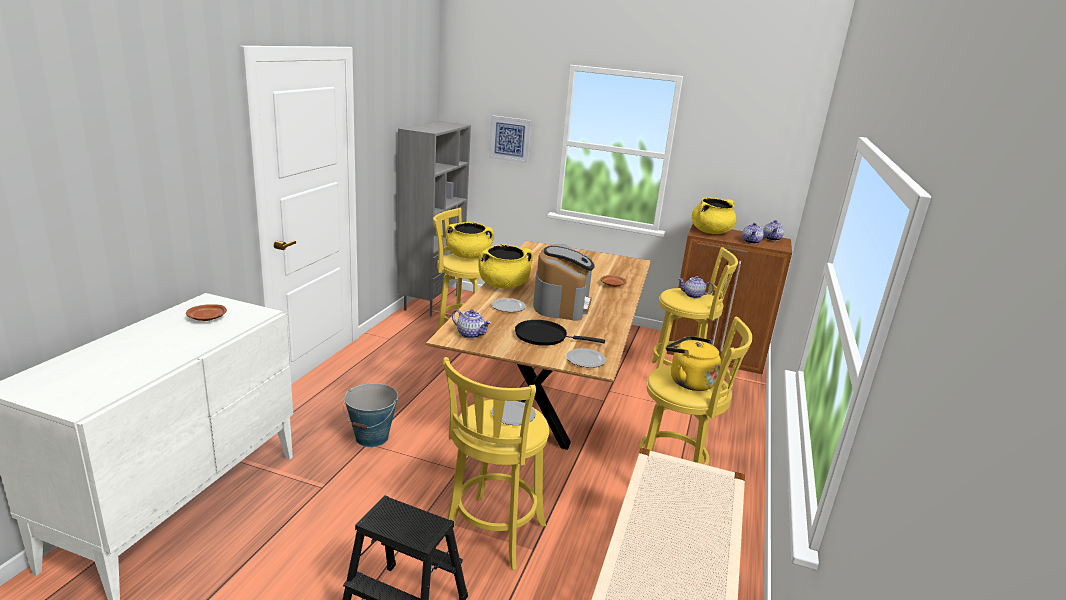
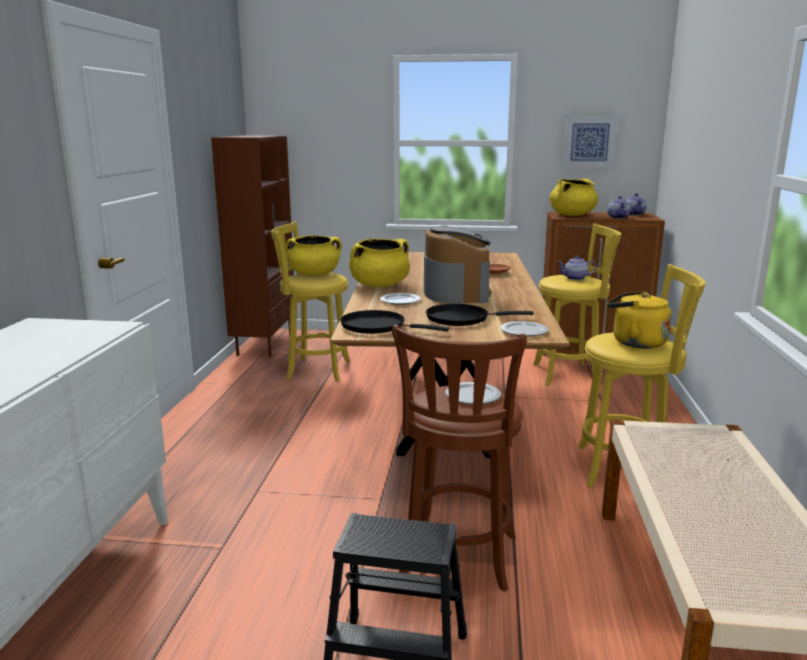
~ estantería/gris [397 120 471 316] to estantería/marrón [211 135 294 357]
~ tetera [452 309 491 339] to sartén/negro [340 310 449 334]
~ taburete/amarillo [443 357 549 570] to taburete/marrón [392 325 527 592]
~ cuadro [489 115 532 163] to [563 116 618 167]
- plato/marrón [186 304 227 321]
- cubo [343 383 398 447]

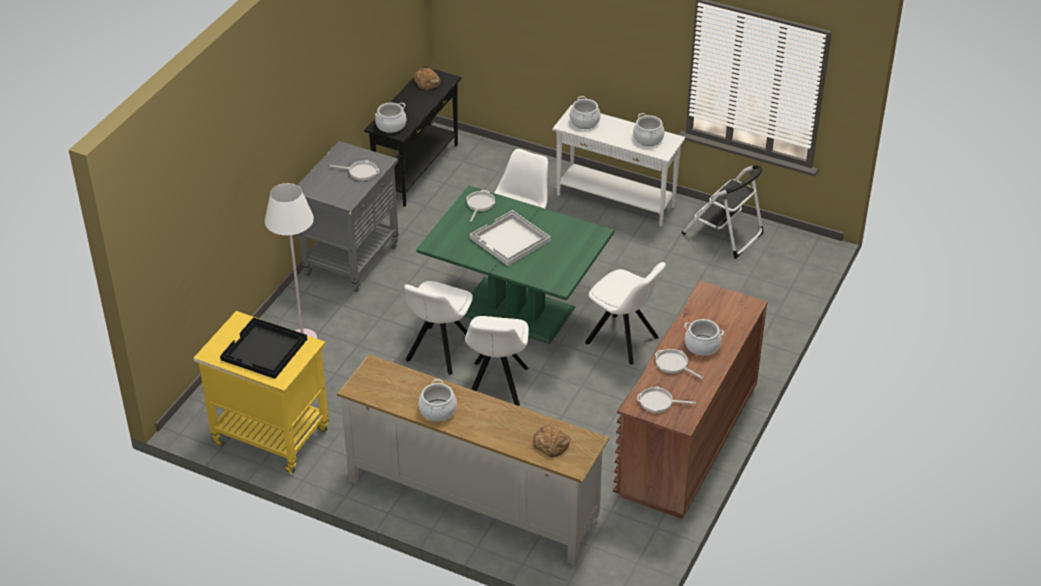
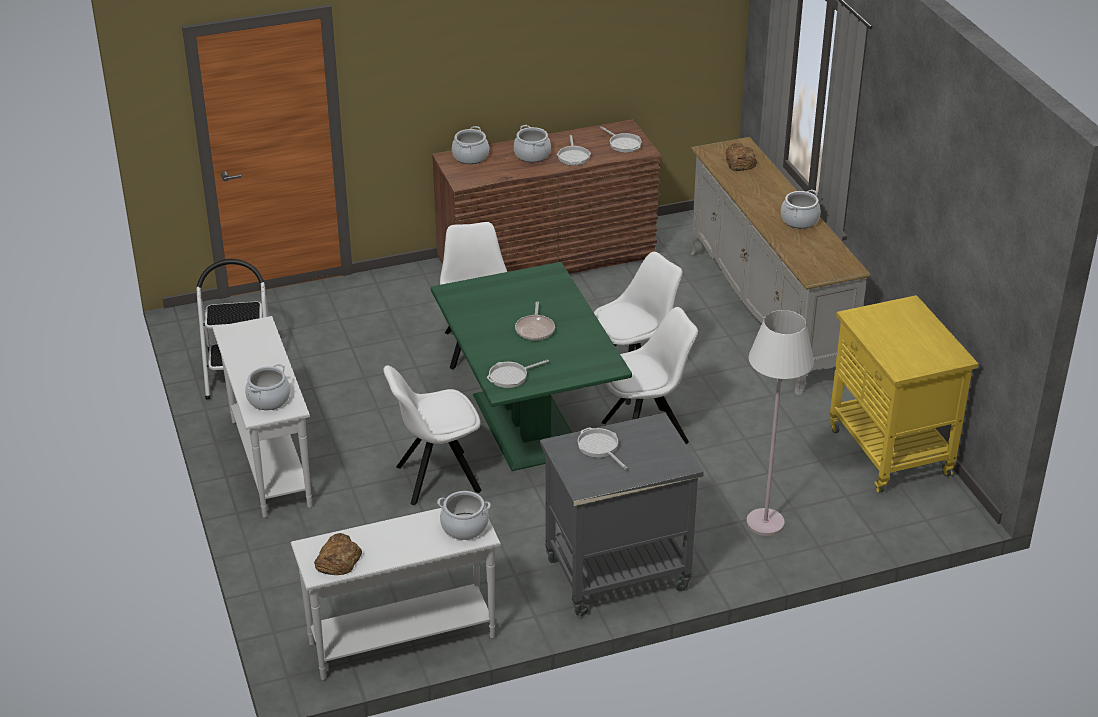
~ mesa consola/negro [364 66 462 207] to mesa consola/blanco [291 508 501 680]
~ olla [633 113 665 146] to [452 126 489 164]
~ bandeja/blanco [470 210 551 266] to sartén [515 302 555 340]
- bandeja/negro [220 317 307 379]

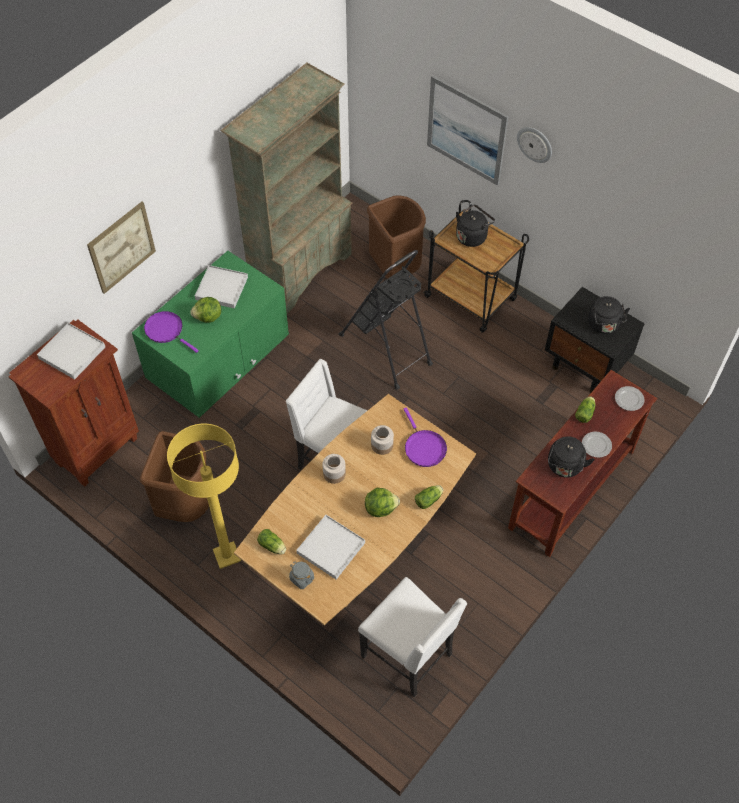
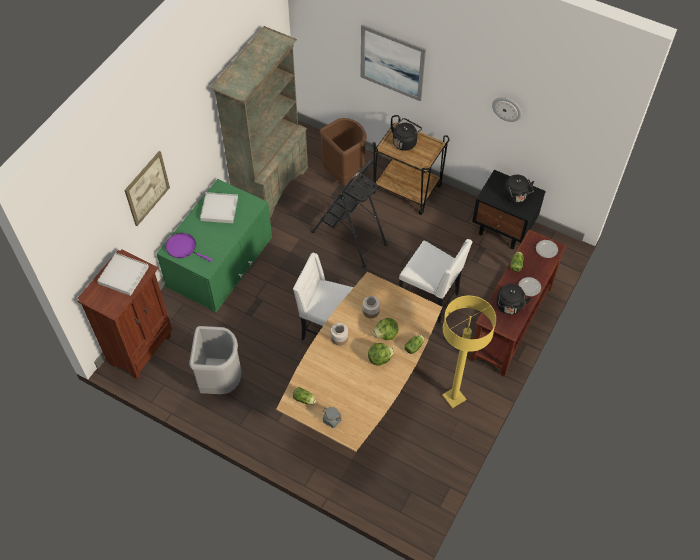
~ papelera/marrón [140 431 209 522] to papelera/gris [189 326 242 394]
~ lechuga [190 297 221 323] to [373 318 399 340]
~ silla/blanco [358 577 467 697] to [399 239 473 323]
~ lámpara de pie/amarillo [167 424 241 569] to [442 296 496 408]
~ reloj de pared [517 127 552 163] to [492 97 522 122]
- bandeja/blanco [296 515 365 580]
- sartén/morado [403 408 447 467]

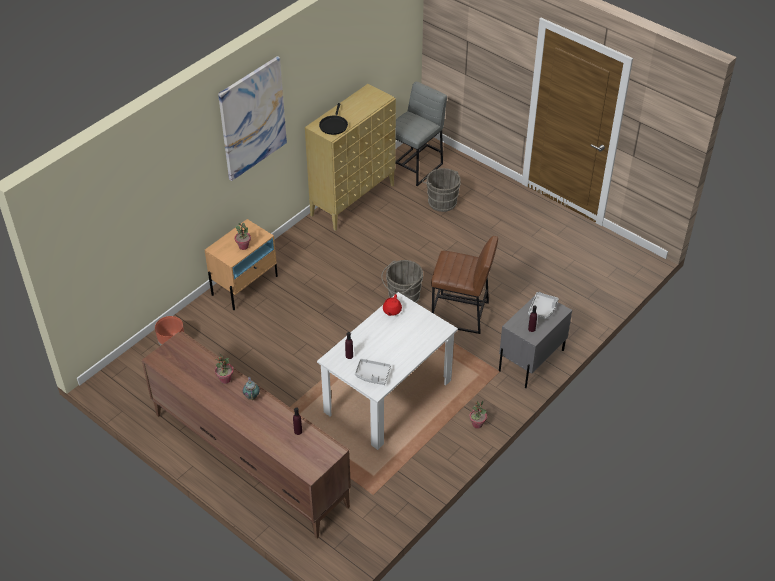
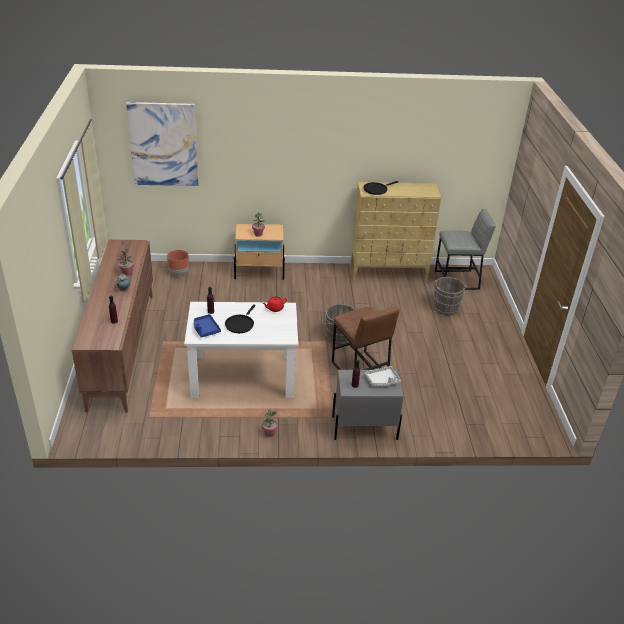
~ cuadro [218 56 287 181] to [126 102 198 186]
~ bandeja/gris [355 359 391 385] to bandeja/azul [194 314 221 338]
+ sartén/negro [225 304 256 333]

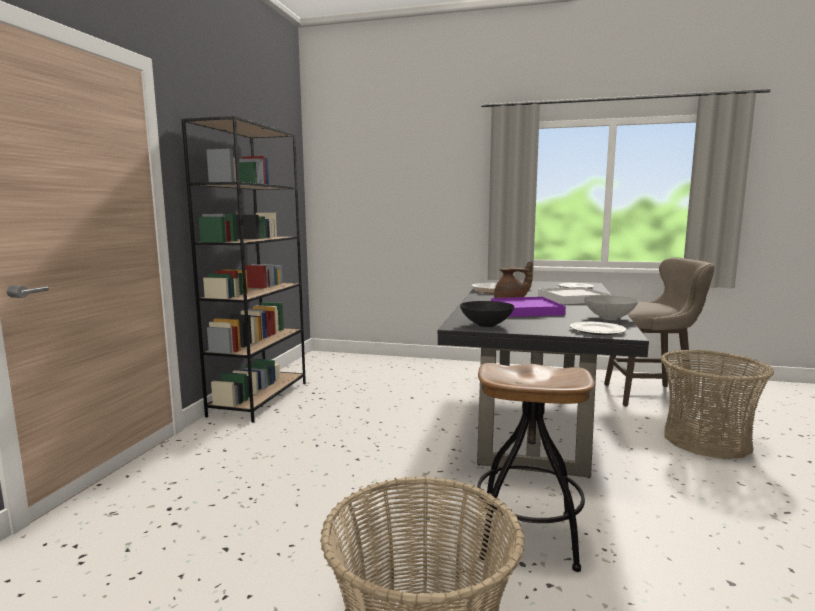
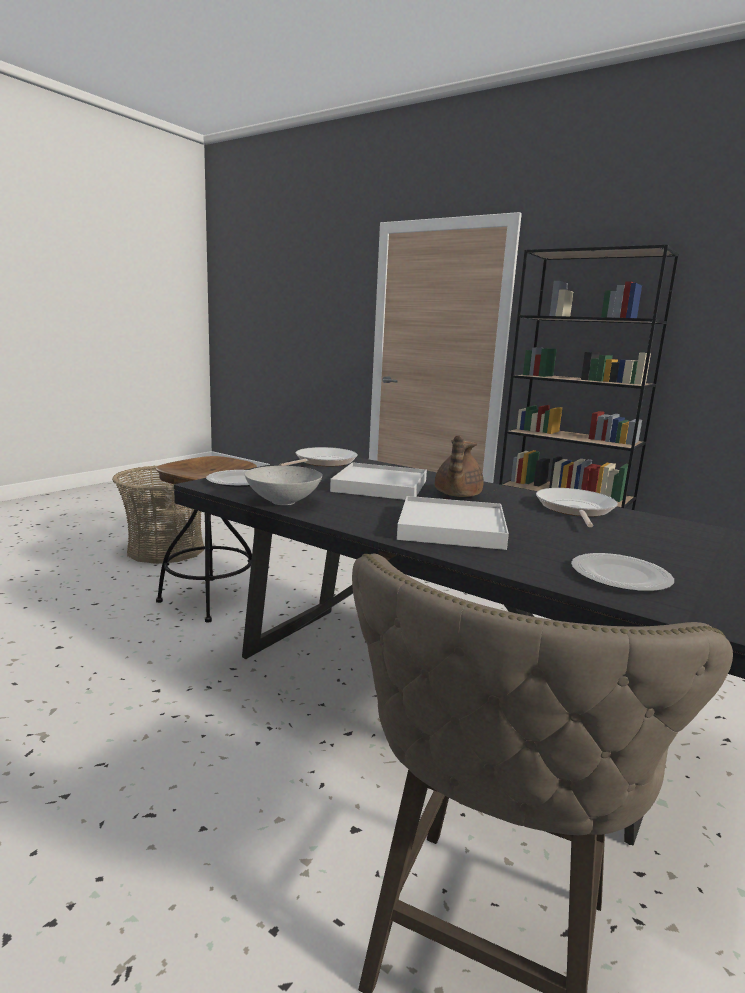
~ cuenco/negro [460 301 514 327] to sartén [279 447 357 466]
~ bandeja/morado [491 297 566 317] to bandeja/blanco [330 462 427 500]
- cesta [661 350 774 459]

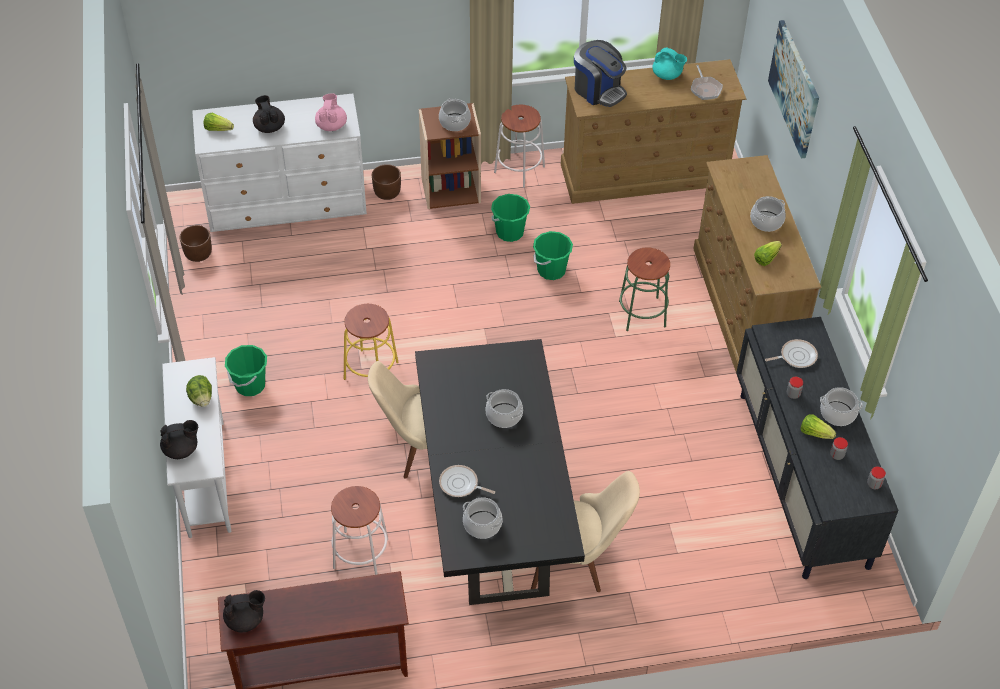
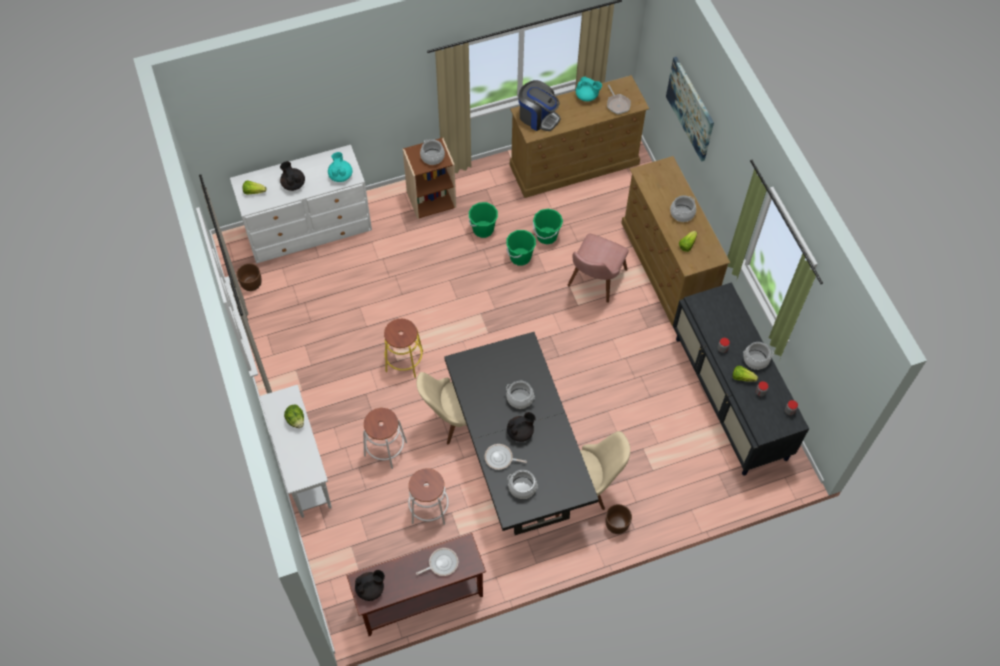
~ tetera/rosa [315 93 347 131] to tetera/turquesa [328 152 352 182]
~ taburete/blanco [494 105 545 188] to [363 408 407 469]
~ sartén [765 339 818 368] to [416 548 458 576]
~ tetera/negro [160 420 198 459] to [507 412 535 442]
~ cubo/verde [225 345 267 396] to [533 208 563 244]
~ taburete/verde [619 247 670 331] to silla/rosa [568 233 629 303]
~ maceta/marrón [372 164 401 200] to [605 504 632 534]

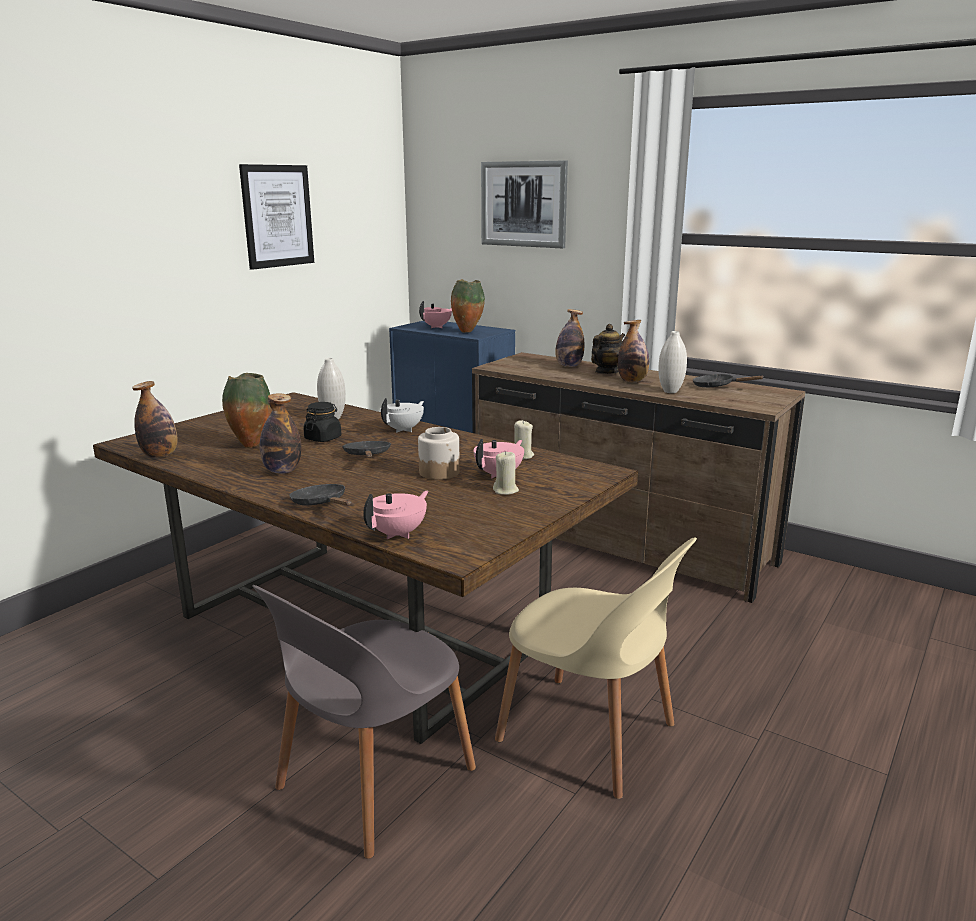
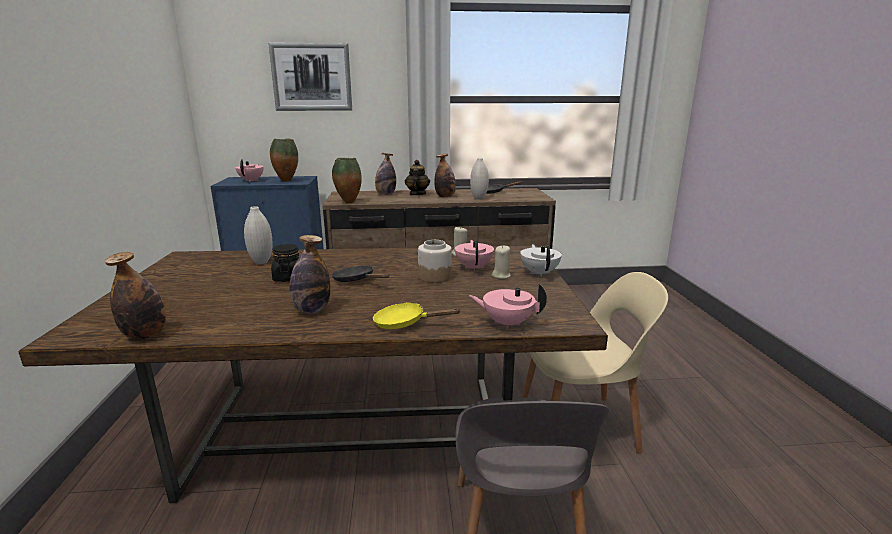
~ florero [222 373 271 448] to [332 158 362 204]
~ sartén/negro [289 484 351 506] to sartén/amarillo [373 303 461 329]
~ tetera/rosa [363 491 429 539] = [469 284 547 329] 75 degrees counterclockwise
~ tetera/blanco [381 398 424 433] to [520 244 562 277]
- cuadro [239 164 314 270]

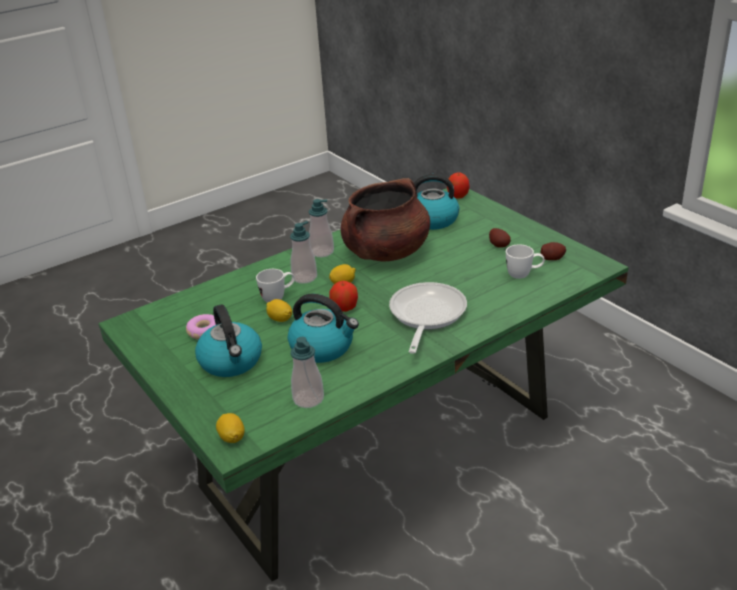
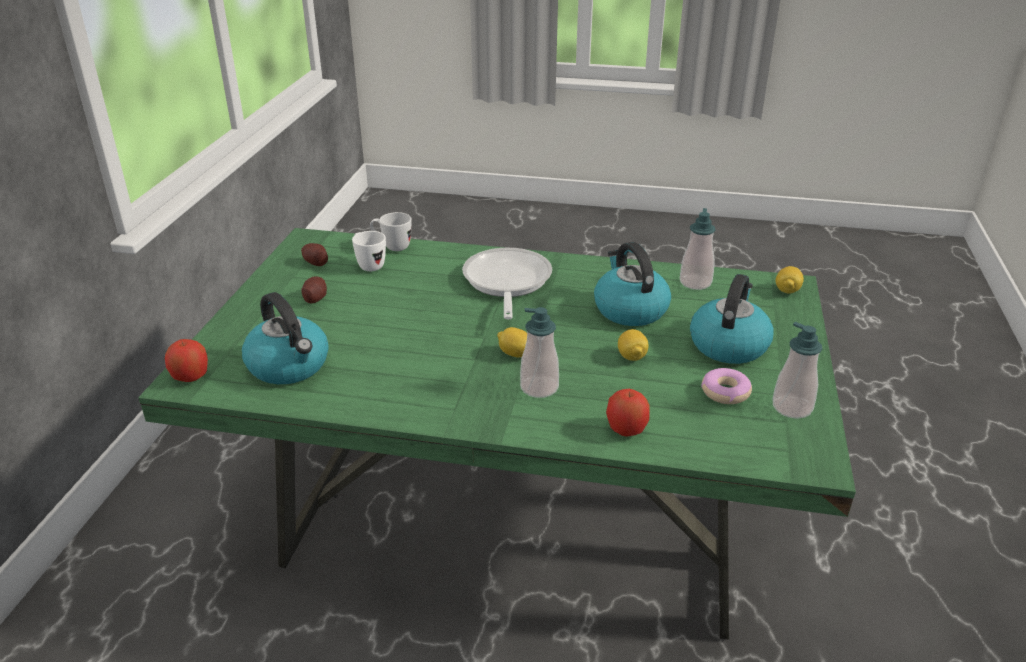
~ taza grande/blanco [256 269 295 303] to [370 212 412 251]
~ sartén [389 282 467 354] = [462 248 552 319] 120 degrees clockwise
~ manzana [330 281 358 312] to [606 389 650 437]
~ dispensador de jabón [309 199 334 257] to [772 322 822 419]
- olla/marrón [341 178 430 261]

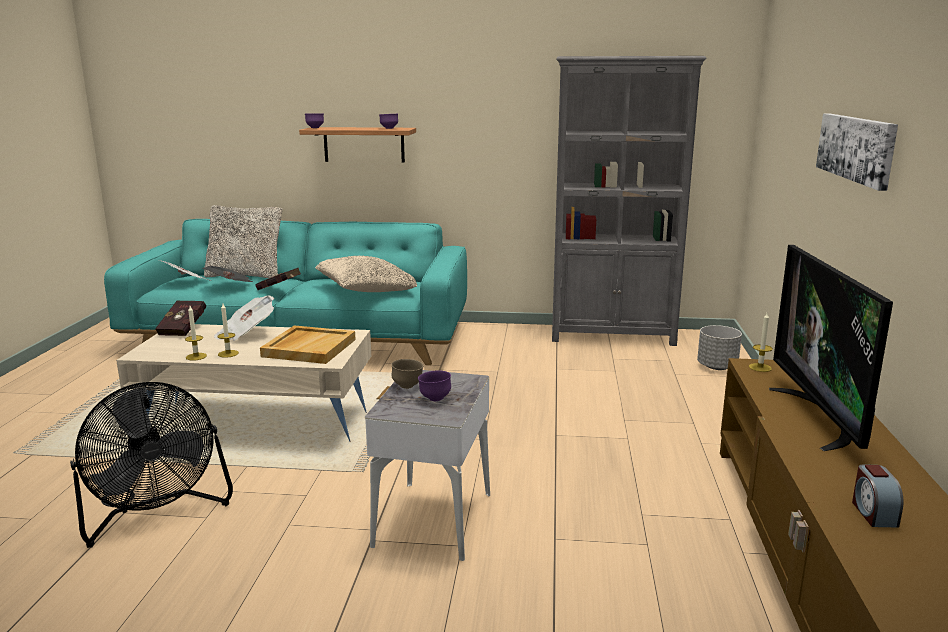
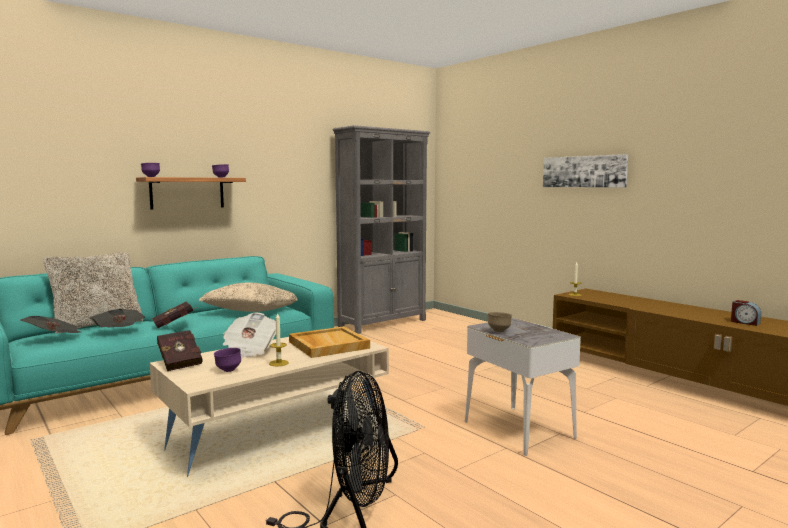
~ cuenco/morado [418 371 451 401] to [214 348 241 372]
- vela [185 306 207 361]
- maceta/gris [697 325 742 370]
- televisor [769 245 893 451]

